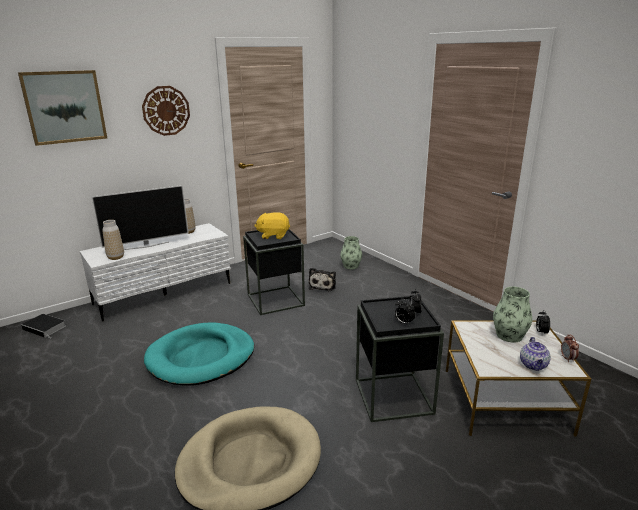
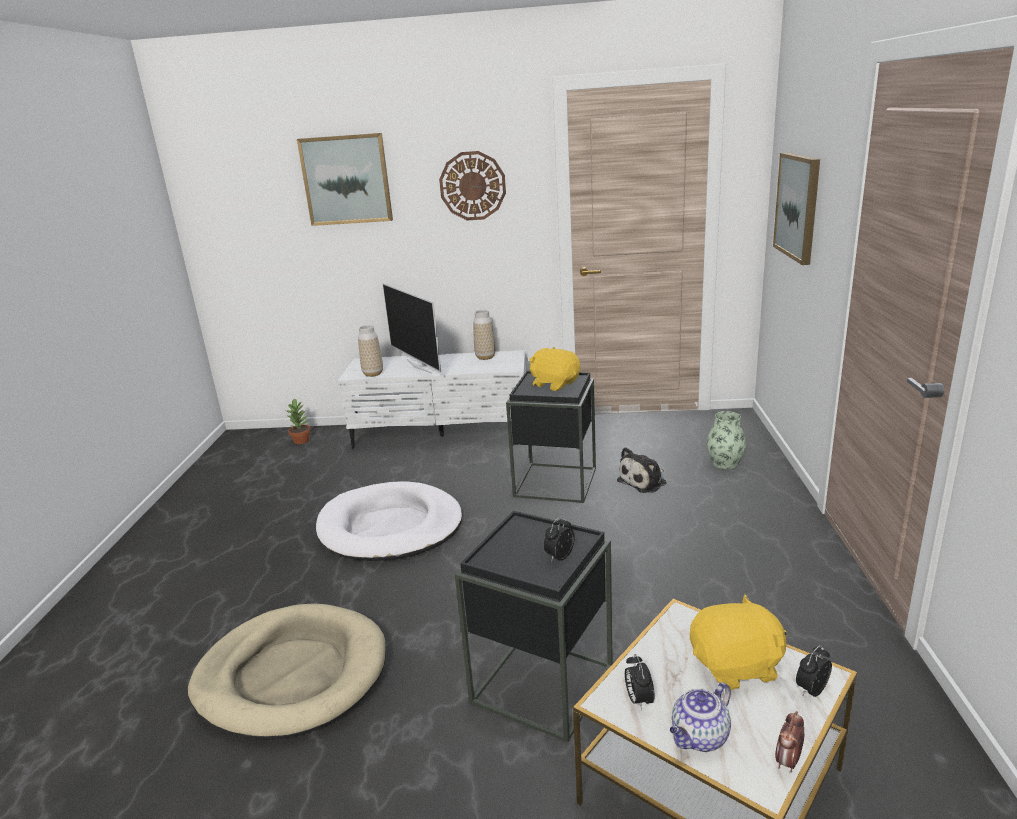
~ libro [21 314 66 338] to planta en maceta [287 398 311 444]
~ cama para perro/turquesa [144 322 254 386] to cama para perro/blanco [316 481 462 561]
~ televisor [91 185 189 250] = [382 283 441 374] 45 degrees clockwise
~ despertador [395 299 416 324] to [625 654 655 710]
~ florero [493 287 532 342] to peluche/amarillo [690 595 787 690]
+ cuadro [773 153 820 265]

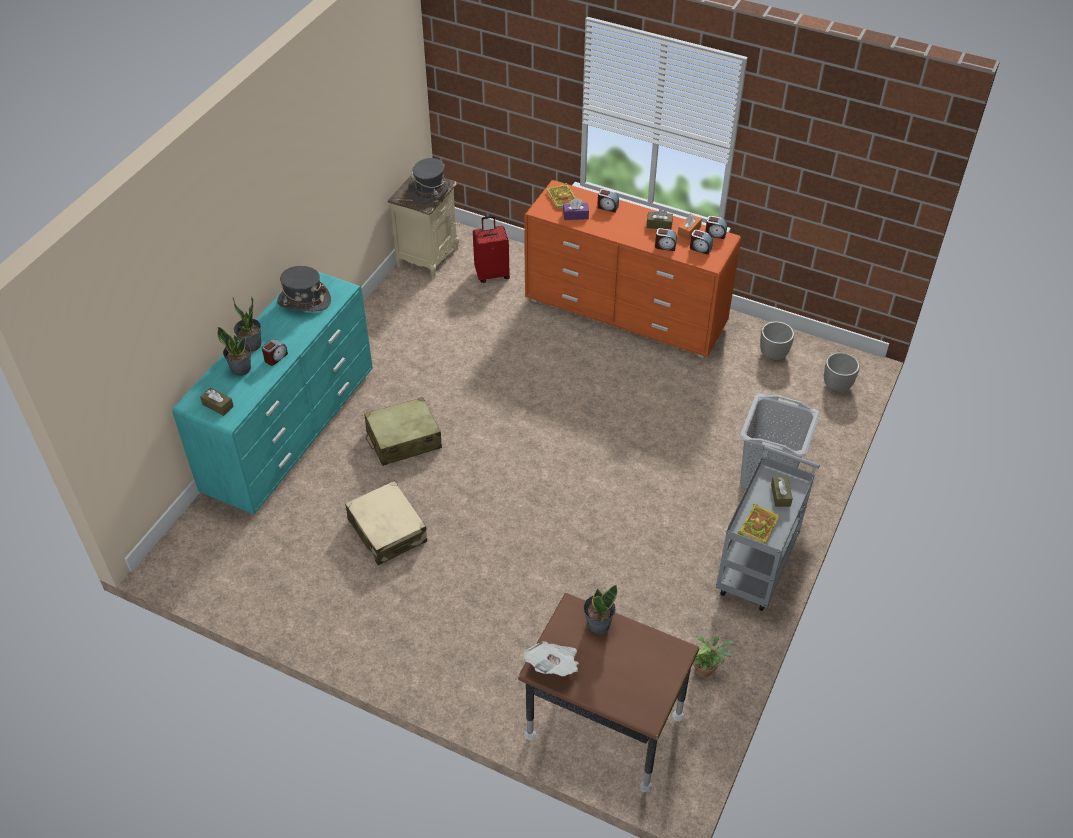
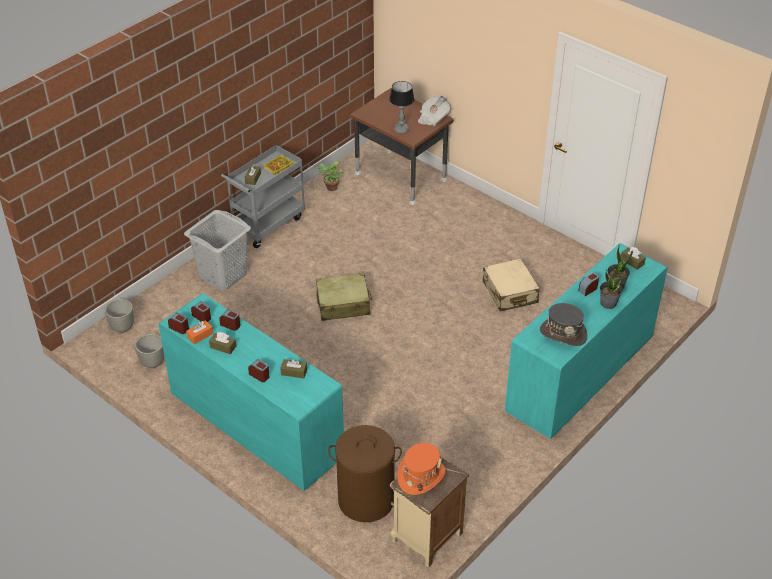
~ cómoda/naranja [524 180 741 358] to cómoda/turquesa [158 293 344 491]
~ caja de pañuelos/morado [563 198 589 220] to caja de pañuelos/marrón [280 359 307 378]
~ maleta/beis [364 397 442 466] to [316 273 372 321]
~ maleta/rojo [473 216 510 283] to cesto de la ropa/marrón [328 425 402 522]
~ planta en maceta [583 585 617 634] to lámpara de mesa [389 81 414 134]
~ sombrero/gris [408 158 451 205] to sombrero/naranja [397 443 446 495]
- libro [547 183 576 209]

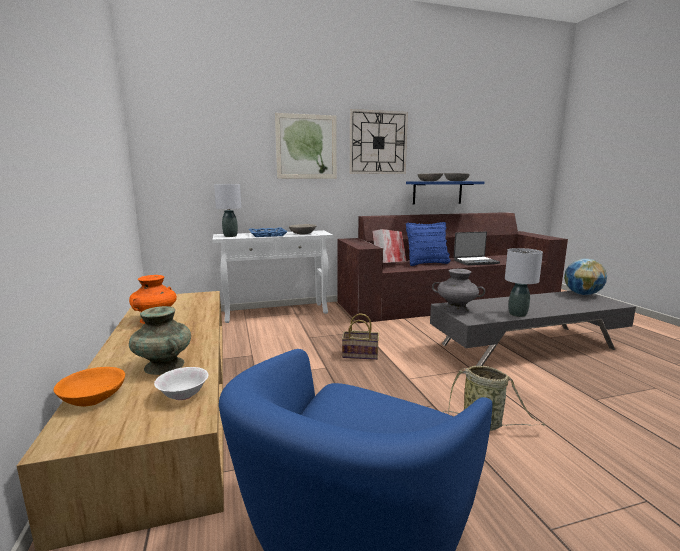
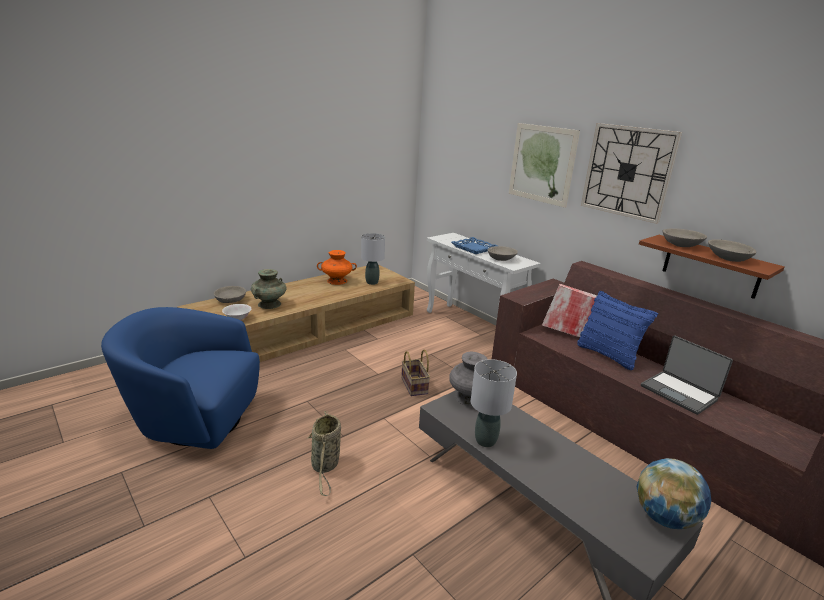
~ cuenco/naranja [54 367 125 406] to cuenco/gris [214 286 246 303]
~ lámpara de mesa/gris [214 184 241 237] to [361 233 385 285]
~ estante/azul [406 181 484 205] to estante/marrón [639 235 785 299]

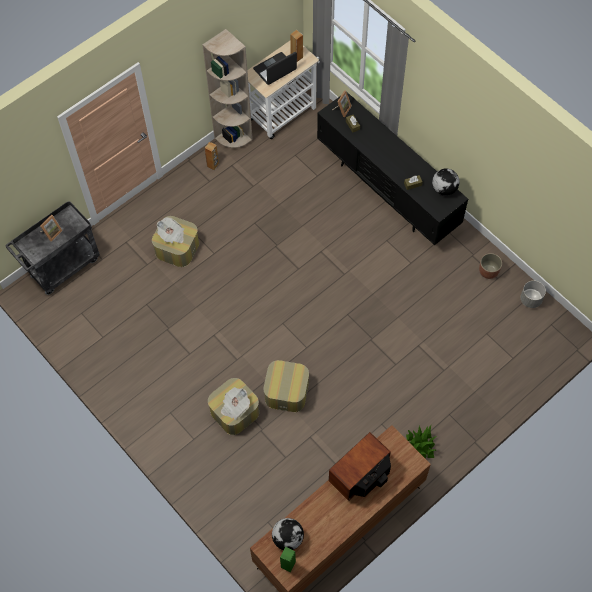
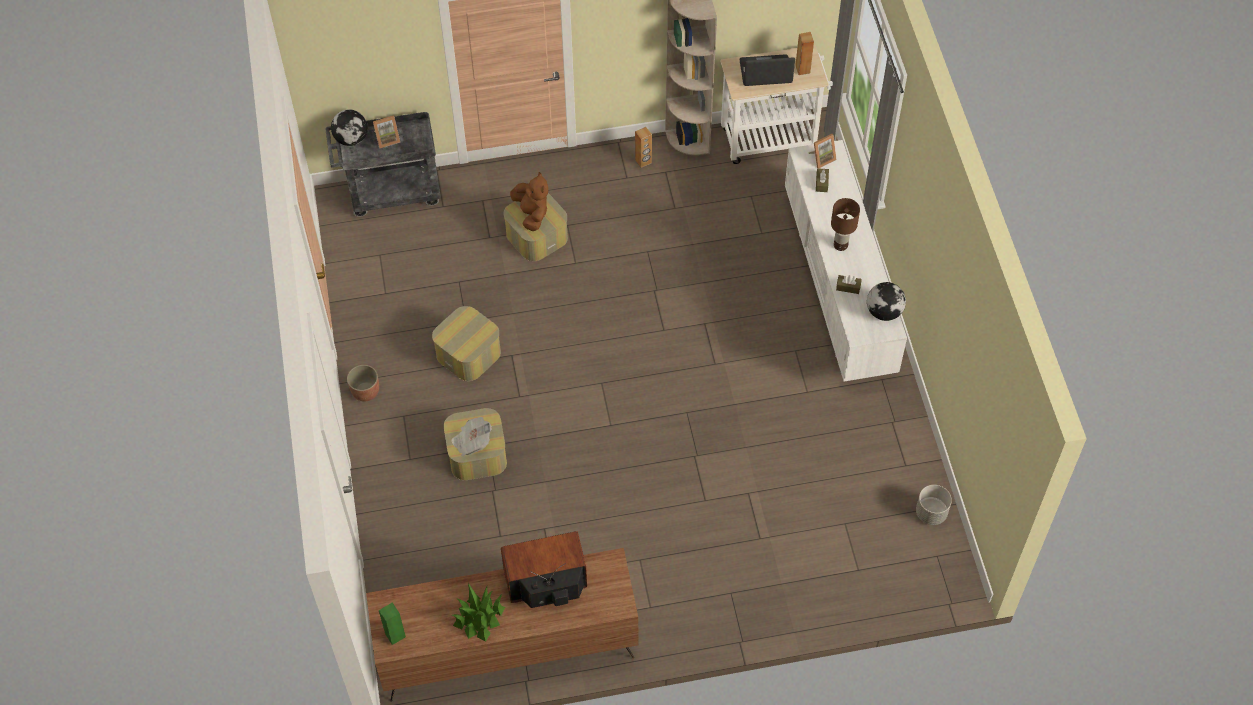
~ globo terráqueo [272 518 304 550] to [331 110 368 146]
~ maceta [479 253 502 279] to [347 365 379 402]
~ puf [264 360 309 412] to [432 306 501 381]
~ planta en maceta [406 425 436 458] to [451 583 505 642]
~ periódico [157 217 184 243] to peluche/marrón [510 172 548 231]
~ armario/negro [317 92 468 245] to armario/blanco [785 140 907 382]
+ lámpara de mesa/marrón [831 198 860 251]

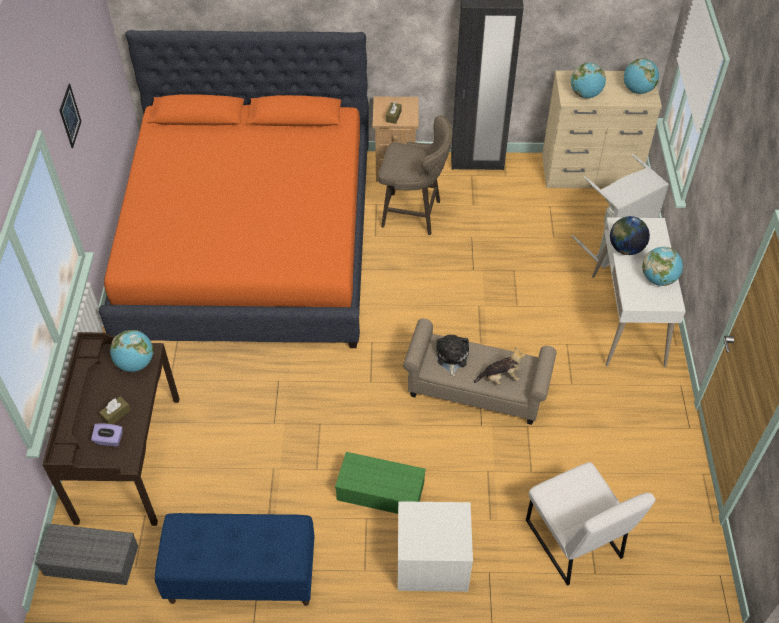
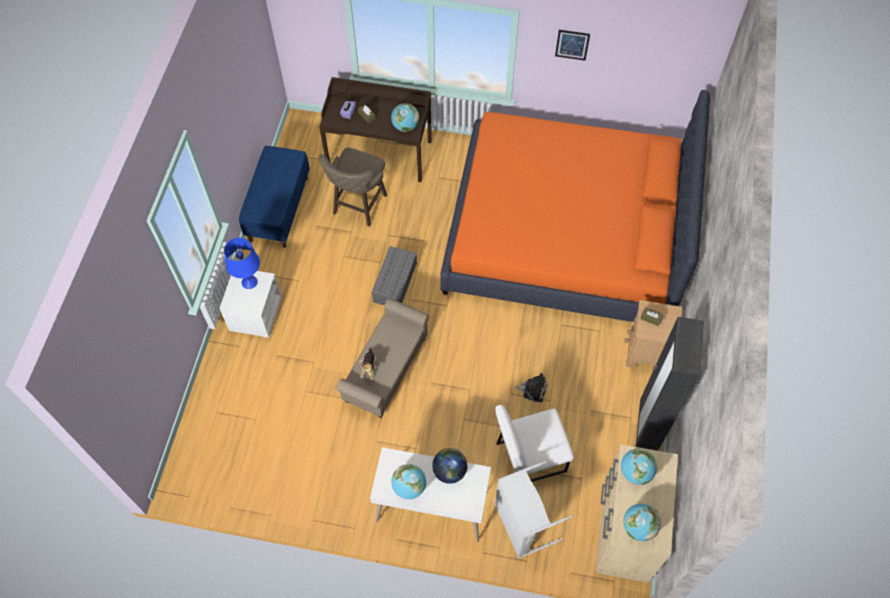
+ lámpara de mesa/azul [224 238 260 289]
~ taburete/beis [378 116 453 235] to [319 148 387 227]
~ caja de almacenaje/gris [35 524 138 585] to [371 246 417 305]
~ silla/blanco [526 462 656 586] to [495 405 574 482]
~ peluche [436 335 469 377] to [515 373 548 402]
- caja de almacenaje/verde [335 452 426 514]

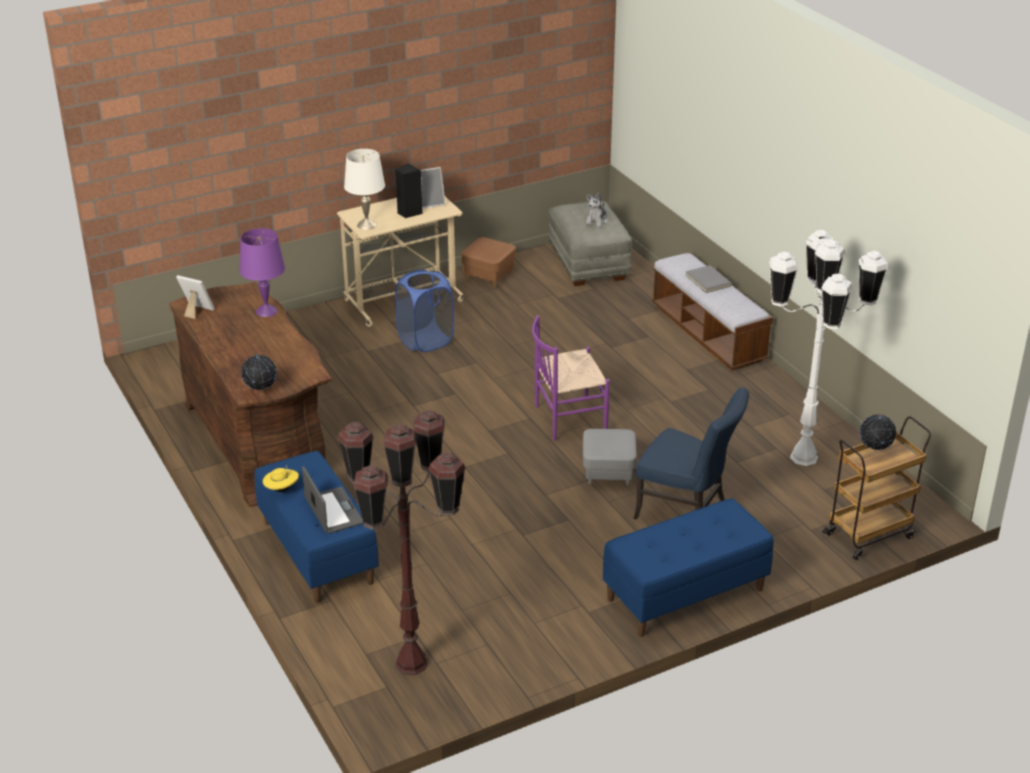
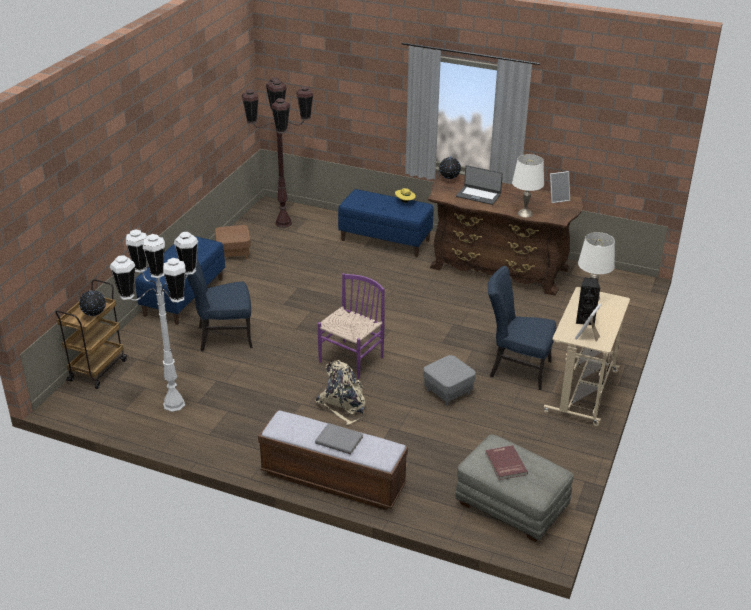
~ puf/marrón [461 237 516 286] to [215 225 251 259]
+ mochila/beis [316 360 366 425]
~ puf/gris [583 429 637 485] to [423 355 476 406]
~ portátil [302 466 364 534] to [456 165 503 205]
~ peluche [585 192 608 228] to libro/rojo [485 445 528 480]
~ cesto de la ropa/azul [395 269 454 352] to silla/azul [488 266 556 390]
~ lámpara de mesa/morado [239 228 285 317] to lámpara de mesa/blanco [512 154 544 217]

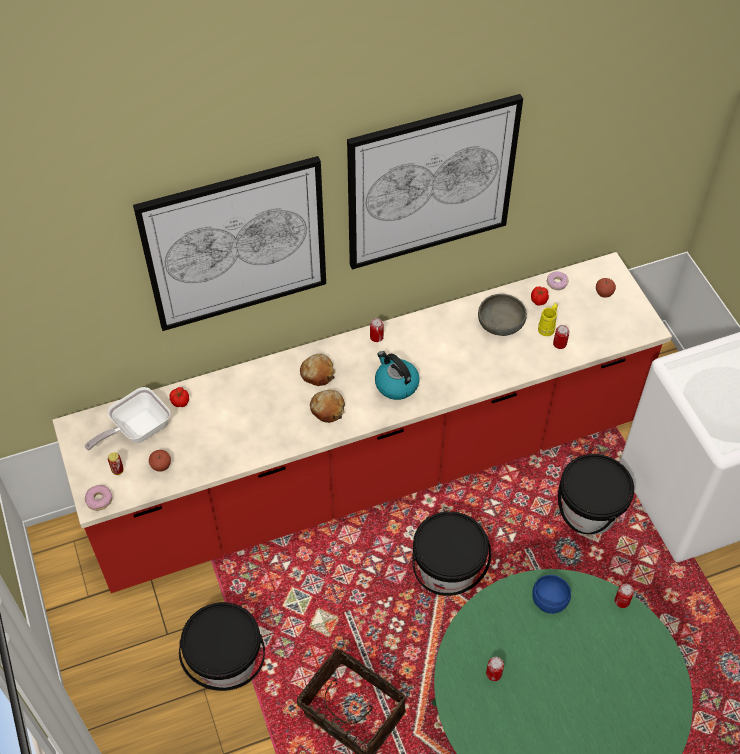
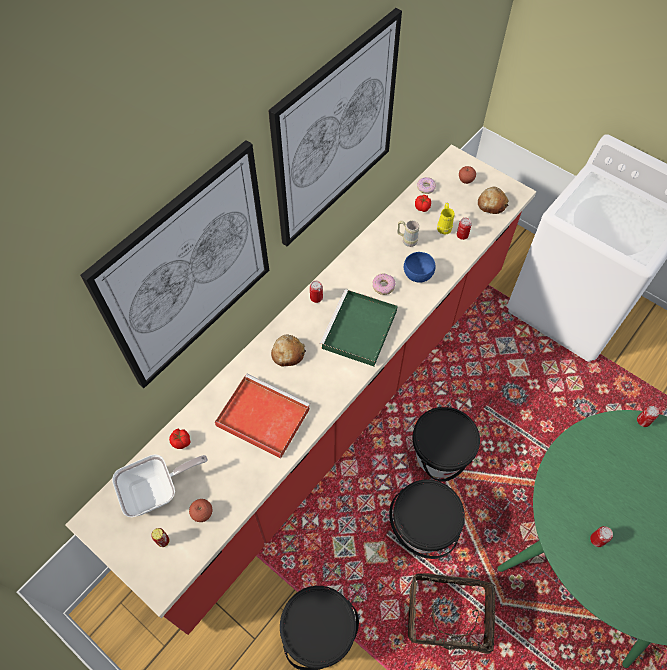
~ sartén [85 387 170 450] = [112 454 208 517] 135 degrees counterclockwise
+ bandeja/rojo [215 374 310 459]
~ hervidor [375 351 420 400] to bandeja/verde [319 289 398 366]
~ rosquilla [85 485 112 511] to [373 273 395 295]
~ cubo/negro [558 454 634 535] to [389 479 465 559]
~ cuenco/gris [478 294 527 336] to taza grande/beis [397 220 419 247]
~ cuenco/azul [532 575 571 614] to [404 252 435 283]
~ pan [310 390 345 423] to [478 187 509 214]

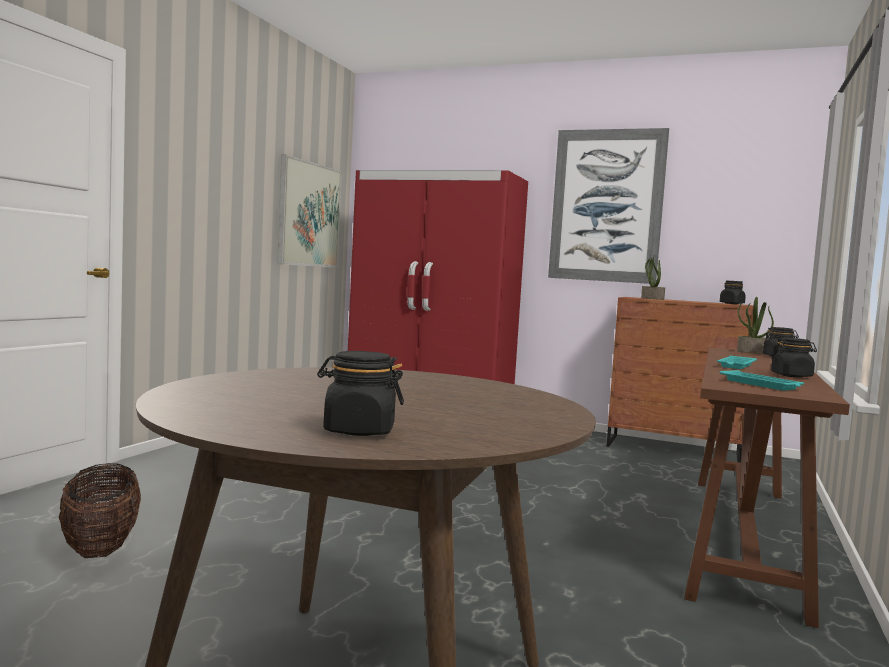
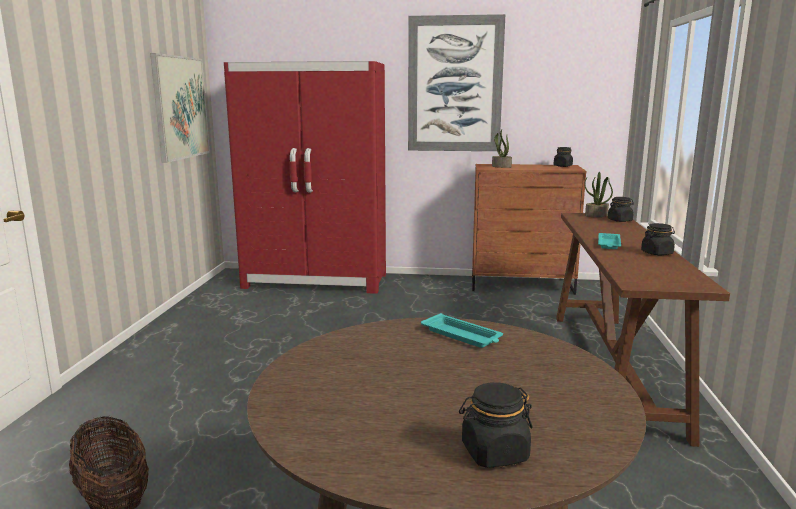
~ bandeja/turquesa [720 370 804 391] to [421 313 503 348]

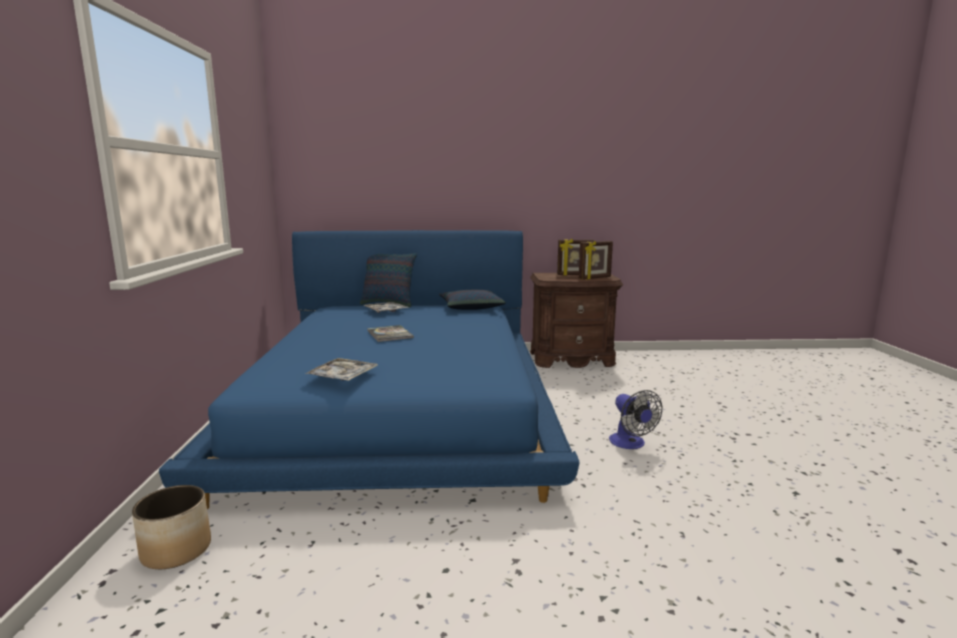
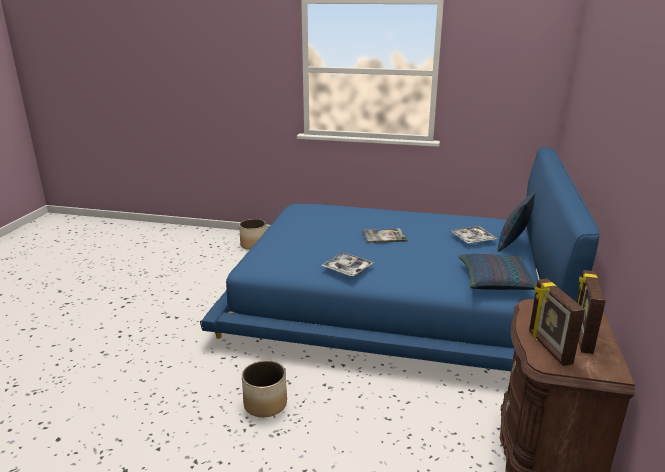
~ ventilador [609 390 662 449] to maceta [242 360 287 417]
~ bandeja [305 358 378 381] to [321 253 374 276]

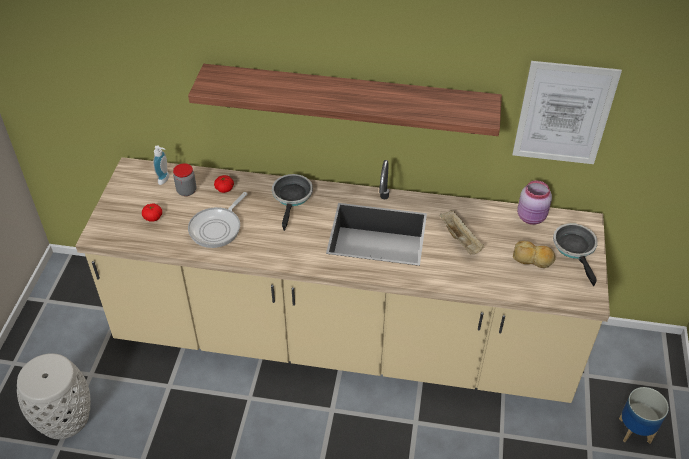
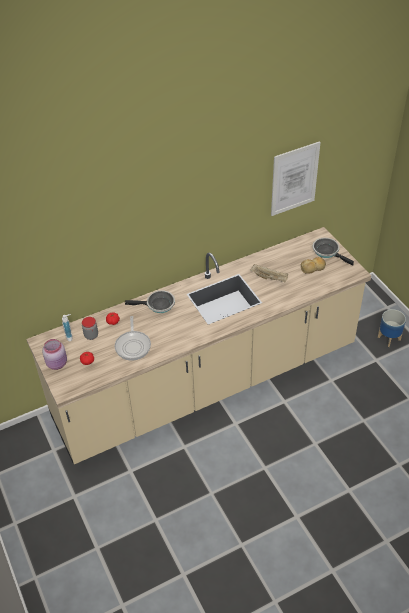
~ tarro/rosa [517 180 552 225] to [42 339 67 370]
~ sartén [272 174 313 231] = [125 290 175 313] 120 degrees clockwise
- taburete/blanco [17 353 90 439]
- estante [188 64 502 136]

